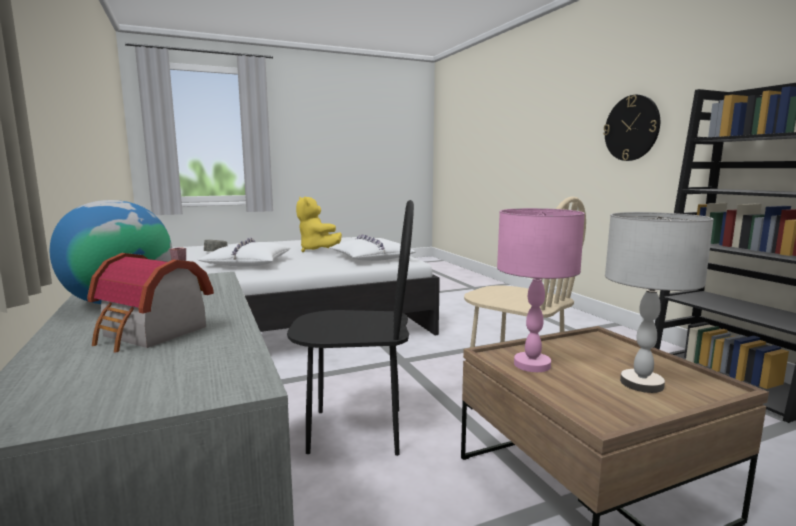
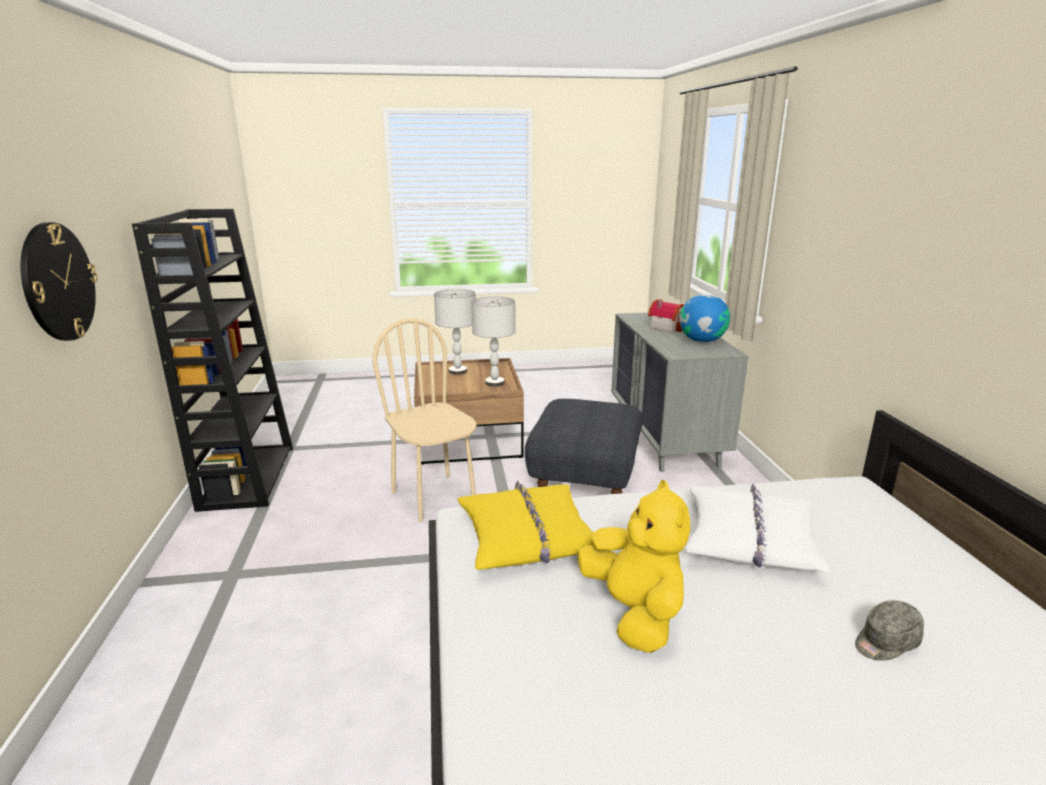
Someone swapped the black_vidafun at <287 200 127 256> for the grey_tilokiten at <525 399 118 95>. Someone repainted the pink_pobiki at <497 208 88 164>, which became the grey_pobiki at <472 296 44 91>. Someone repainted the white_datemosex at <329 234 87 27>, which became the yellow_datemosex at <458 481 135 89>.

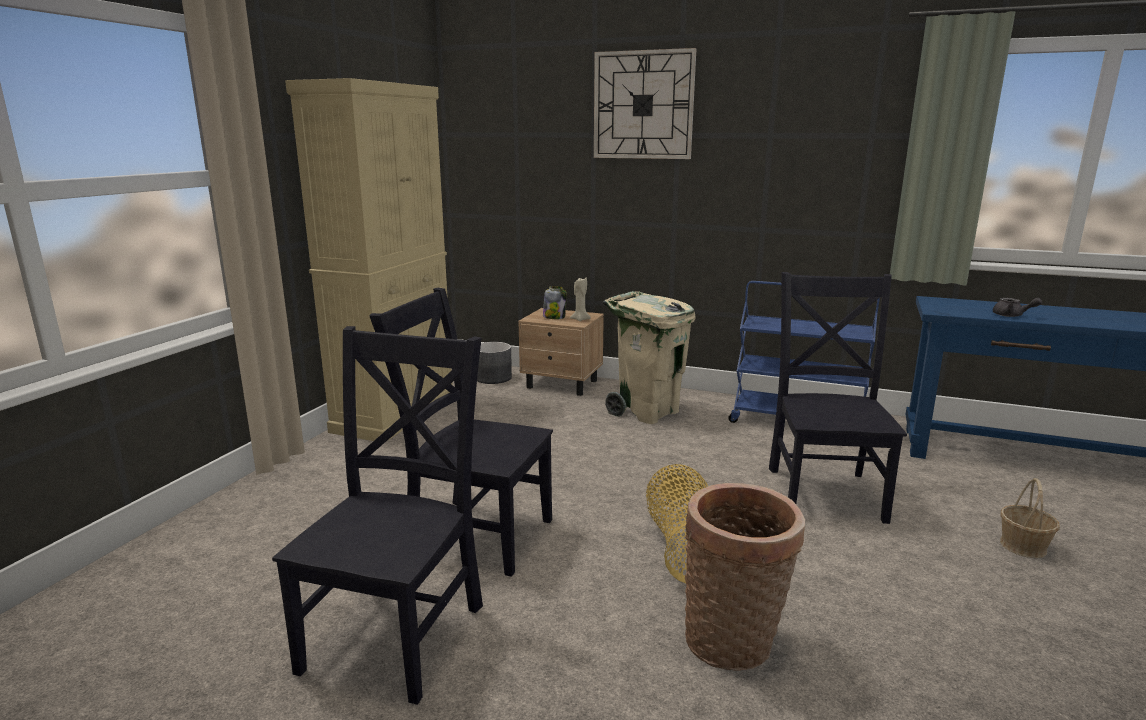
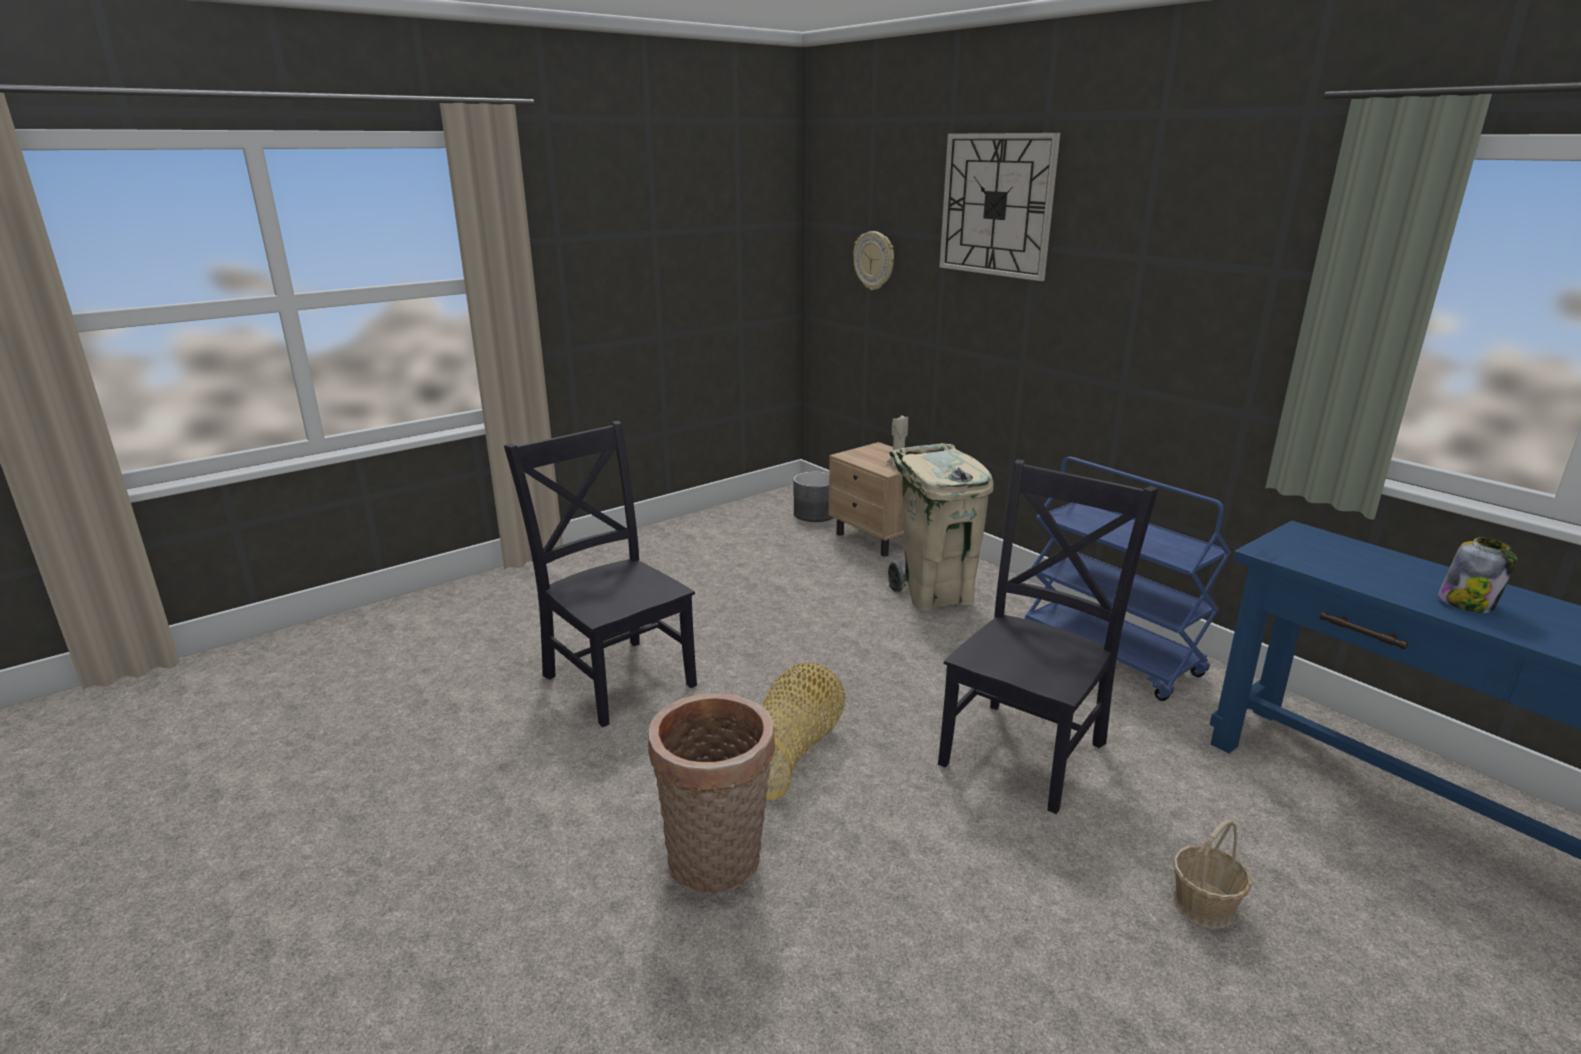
Someone took away the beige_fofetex at <285 78 168 363>. Someone carried the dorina from <543 286 24 33> to <1438 537 79 76>. Someone took away the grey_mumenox at <993 298 49 19>. Someone took away the black_vidafun at <272 326 211 379>. Someone put up the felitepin at <853 231 41 59>.

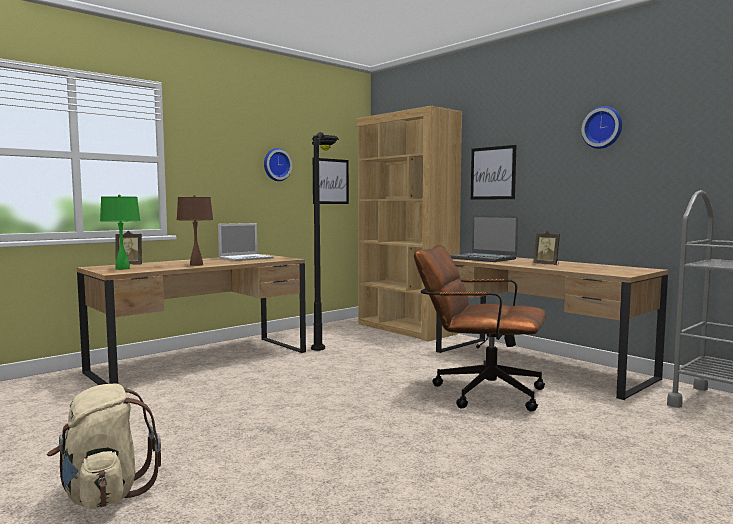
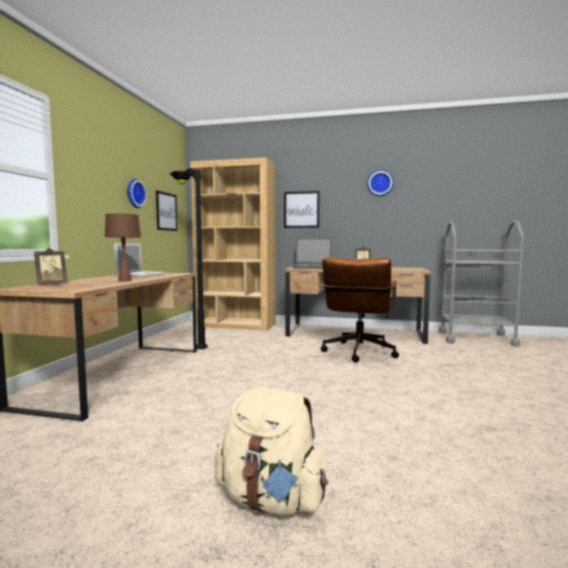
Someone took away the green_pobiki at <100 195 41 75>. Someone rotated the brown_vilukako at <414 245 132 167> by 60 degrees counterclockwise.

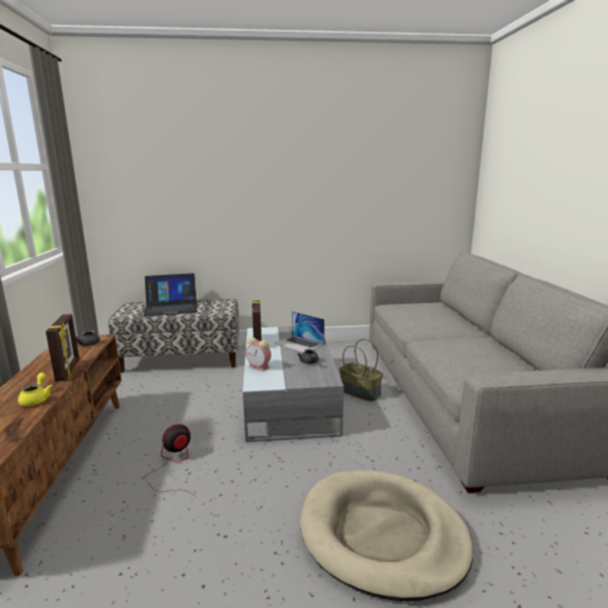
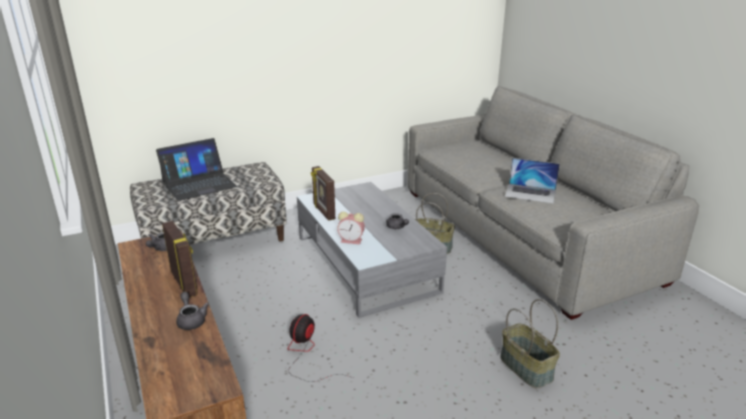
Someone carried the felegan from <275 311 50 41> to <505 158 55 45>. Someone repainted the yellow_mumenox at <18 373 35 33>, which became the grey_mumenox at <176 292 33 38>. Someone swapped the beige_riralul at <300 470 173 132> for the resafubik at <500 299 60 89>.

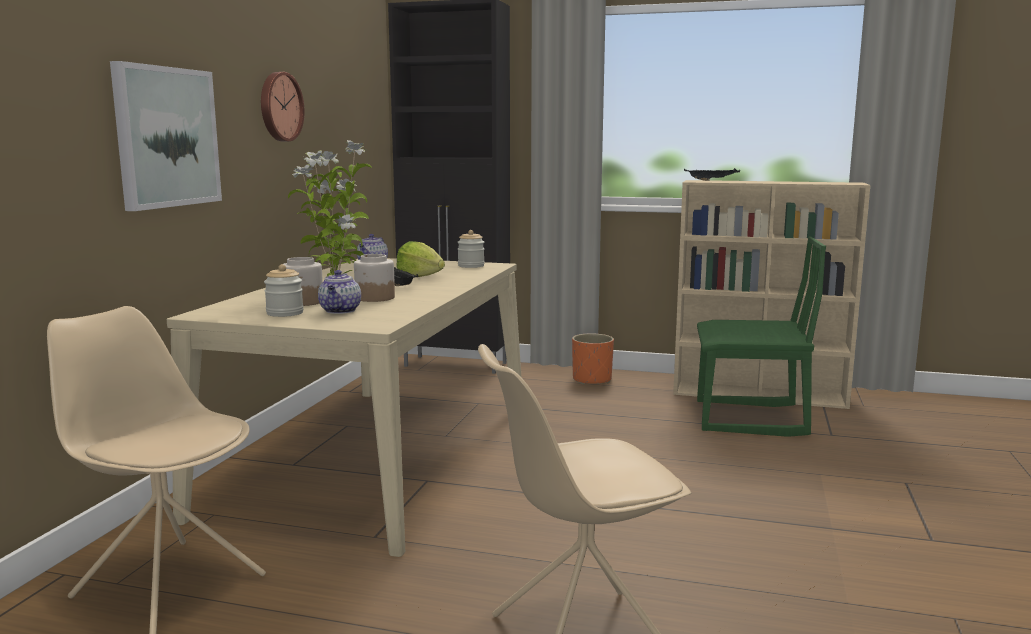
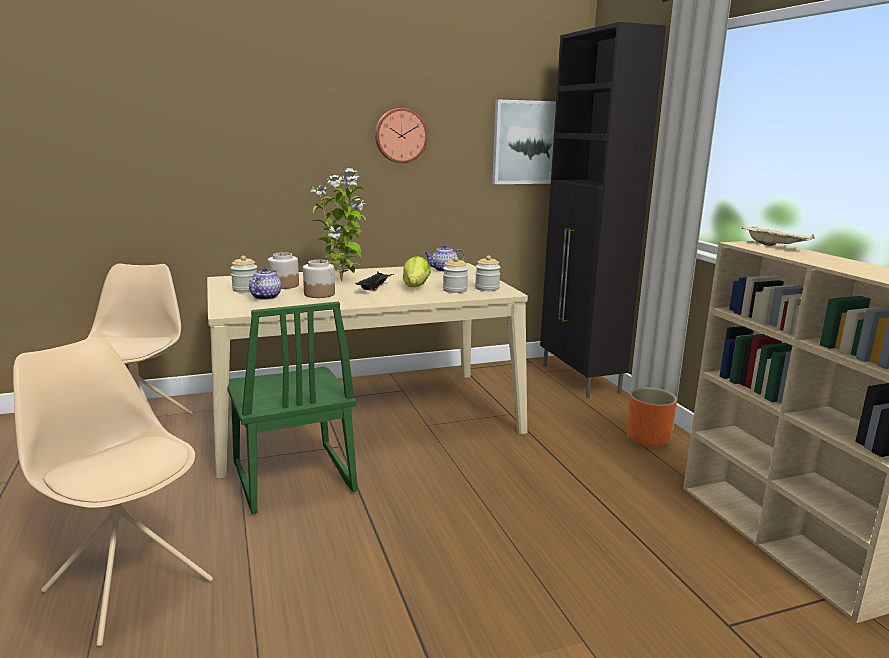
Someone carried the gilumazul from <110 61 112 150> to <492 100 64 84>. Someone repainted the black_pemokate at <684 168 56 13>, which became the beige_pemokate at <742 226 73 20>. Someone carried the green_vidafun from <697 236 129 201> to <227 302 131 212>. Someone rotated the mumenox at <318 270 43 44> by 135 degrees clockwise. Someone put down the dorina at <443 257 25 36>.

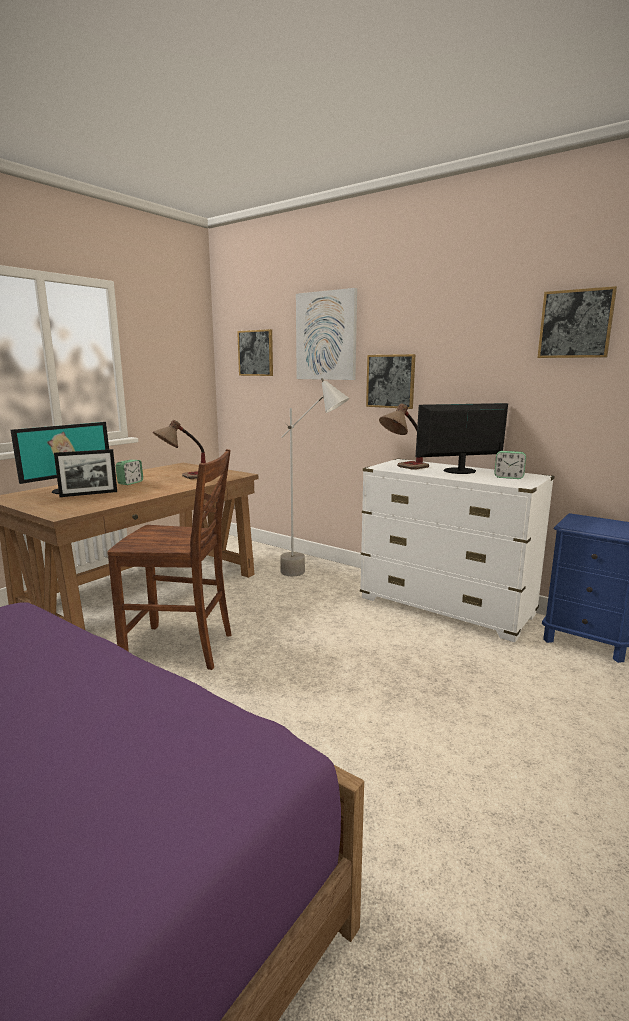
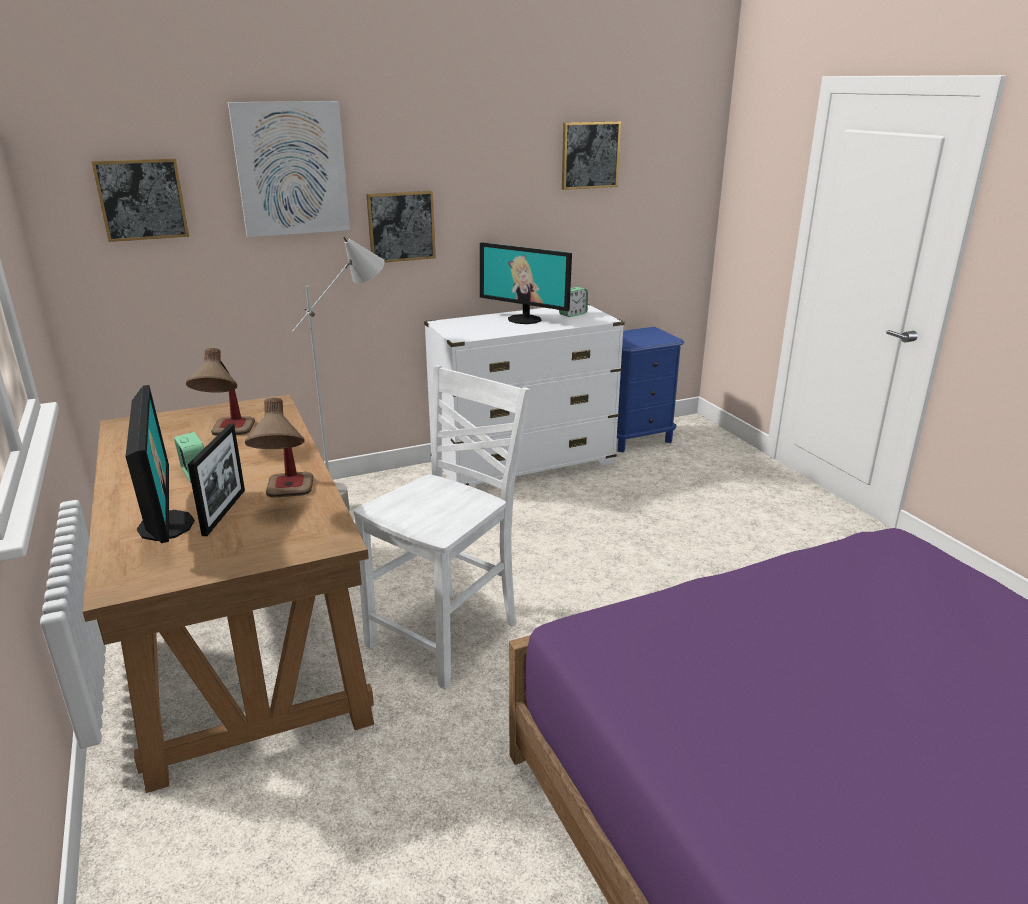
Someone carried the pobiki from <379 403 50 67> to <245 398 68 100>. Someone rotated the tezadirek at <415 403 93 71> by 75 degrees counterclockwise. Someone repainted the brown_vidafun at <107 449 124 221>, which became the white_vidafun at <353 365 177 325>.

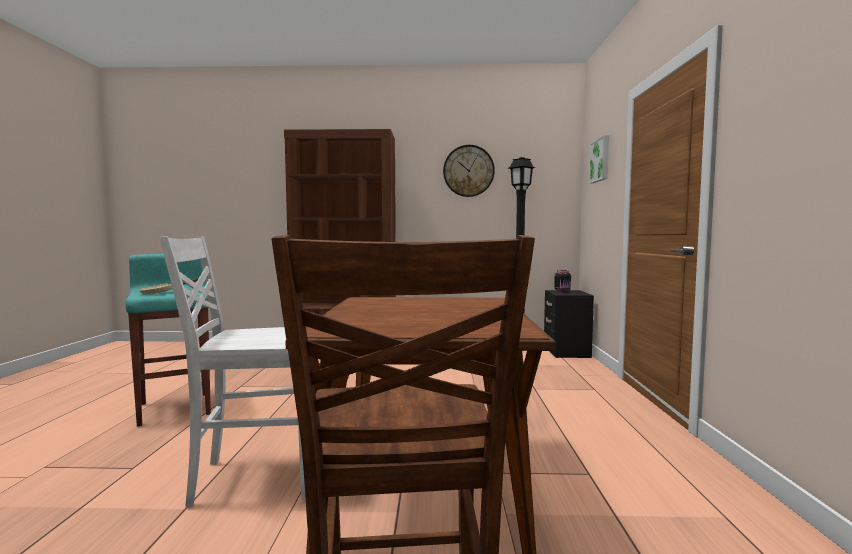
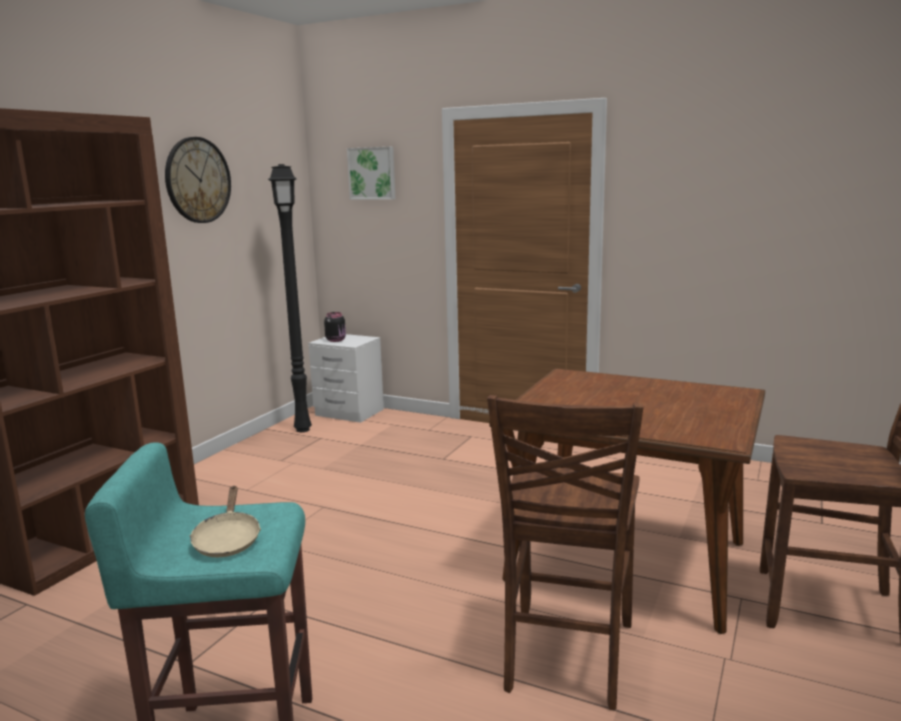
Someone repainted the white_vidafun at <160 236 146 272>, which became the brown_vidafun at <487 395 156 315>. Someone repainted the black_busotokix at <544 290 50 68>, which became the white_busotokix at <308 334 76 89>.

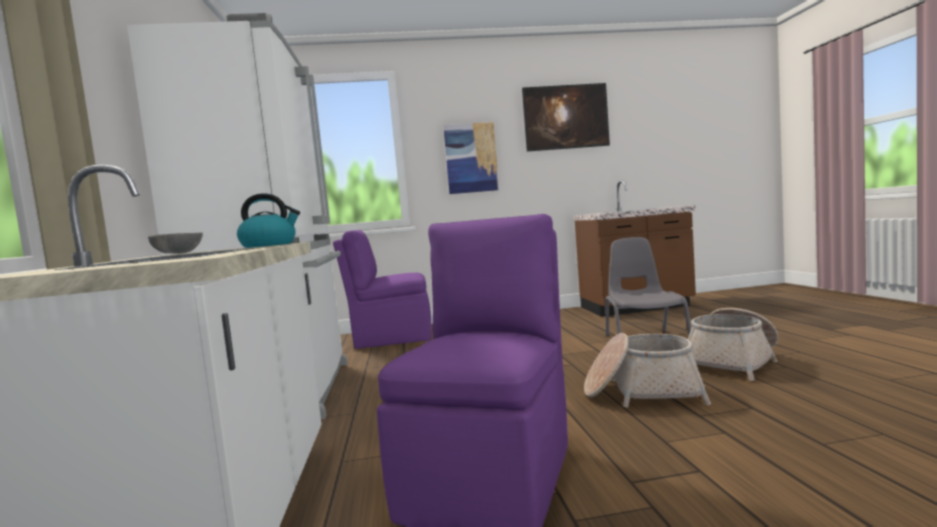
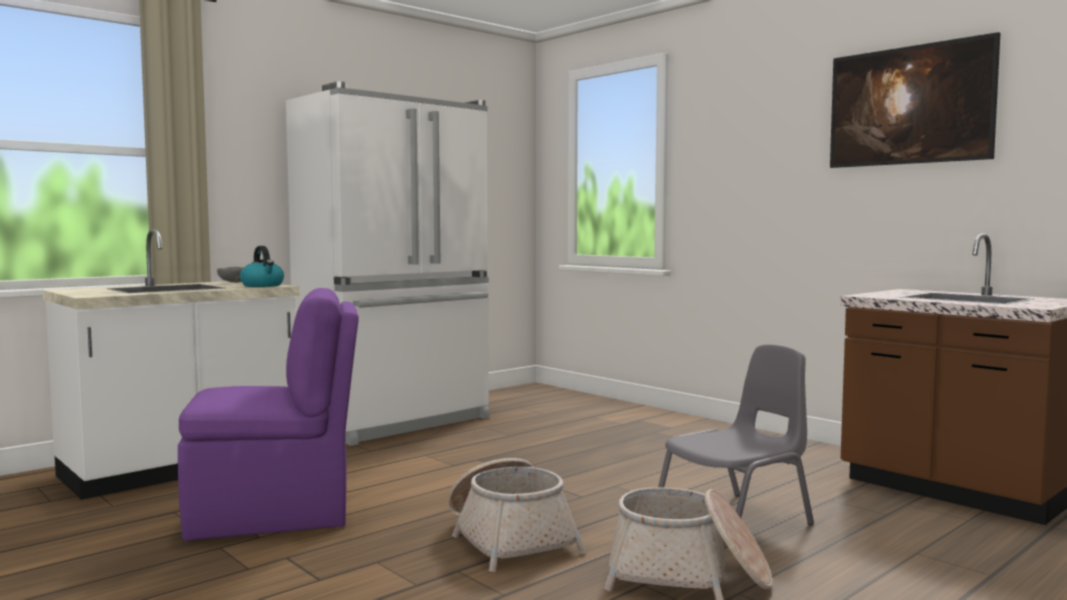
Someone took away the gilumazul at <443 122 56 72>. Someone took away the purple_vidafun at <333 230 98 119>.

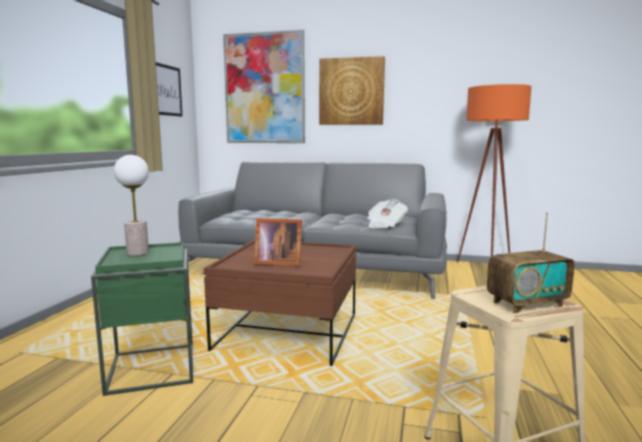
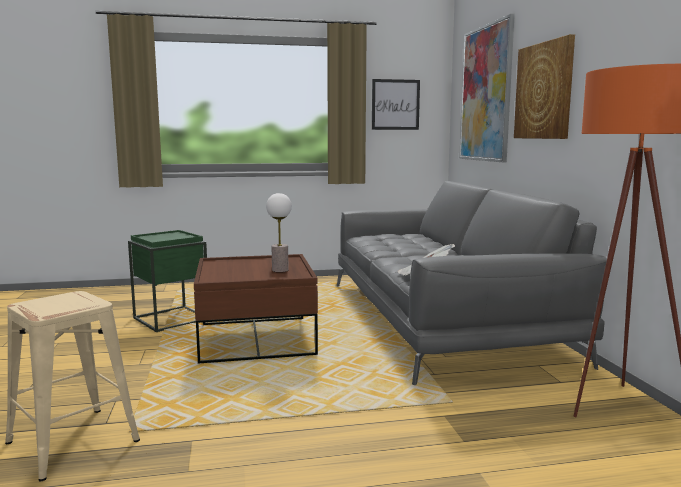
Someone carried the pobiki from <114 155 35 101> to <266 193 26 79>. Someone took away the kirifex at <487 213 88 101>. Someone took away the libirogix at <254 218 48 48>.

